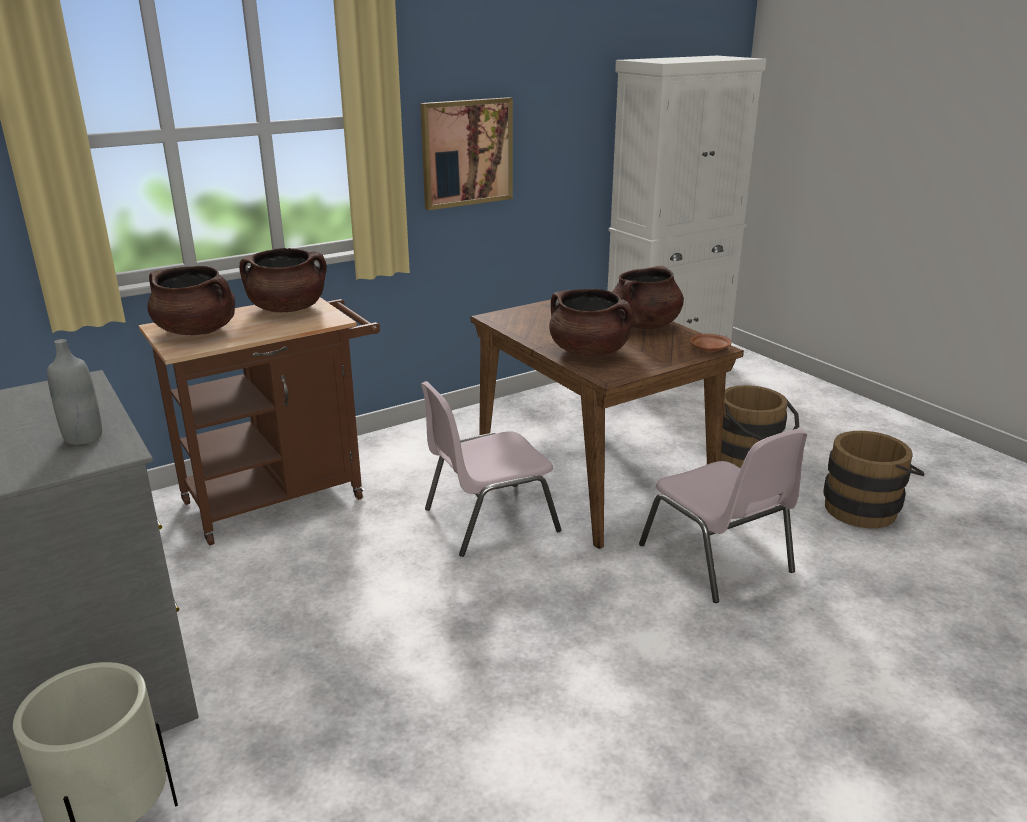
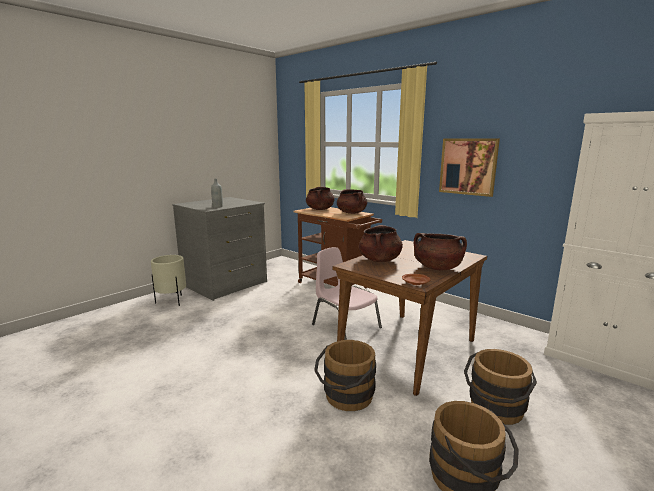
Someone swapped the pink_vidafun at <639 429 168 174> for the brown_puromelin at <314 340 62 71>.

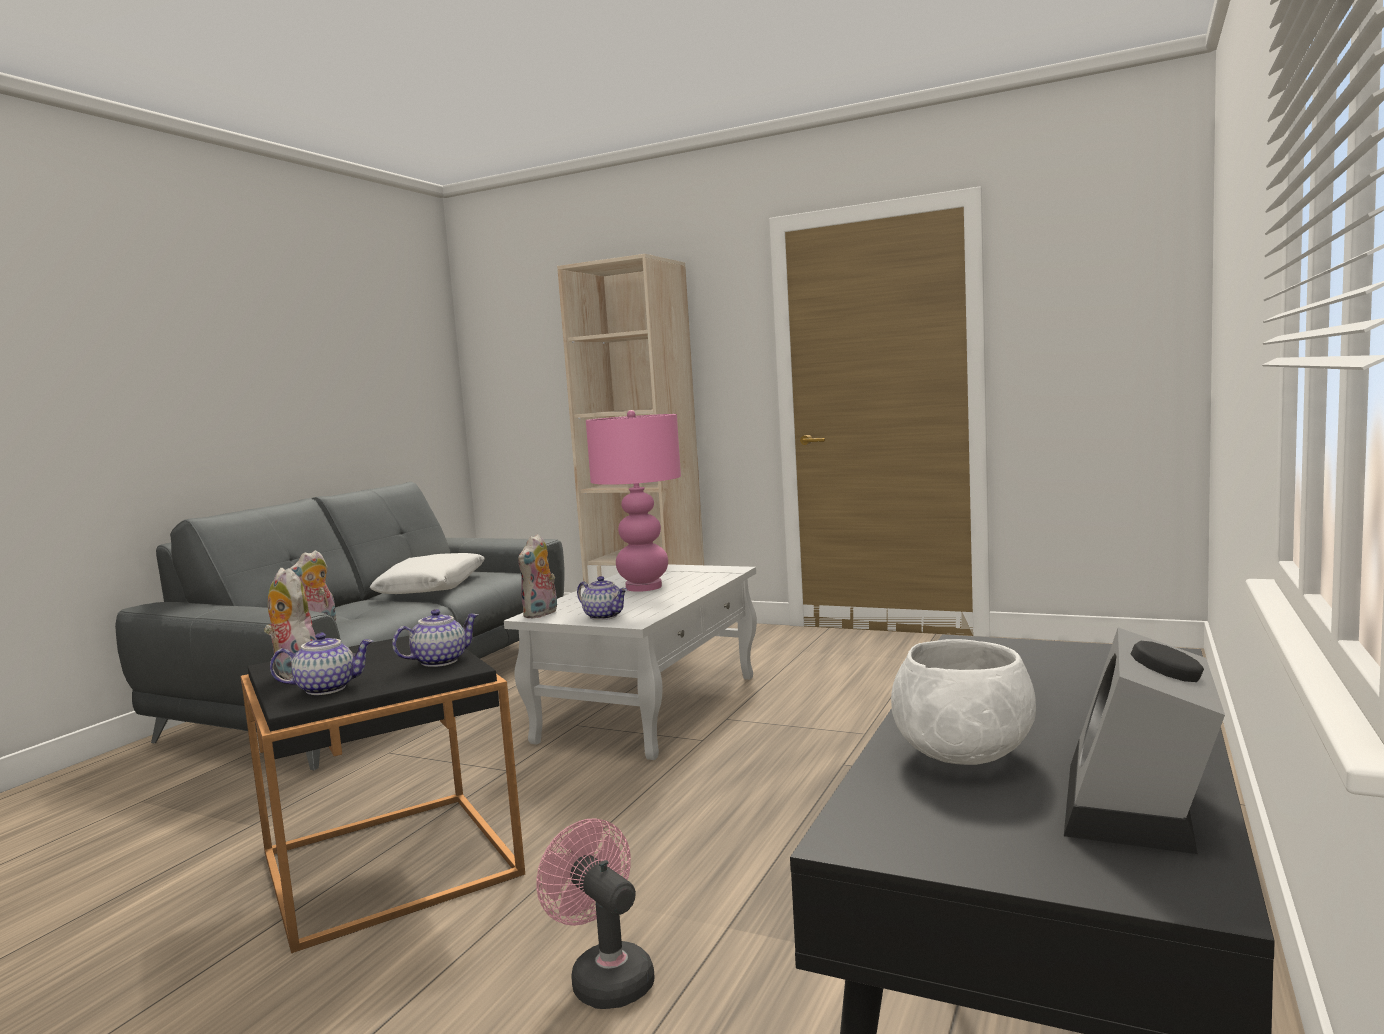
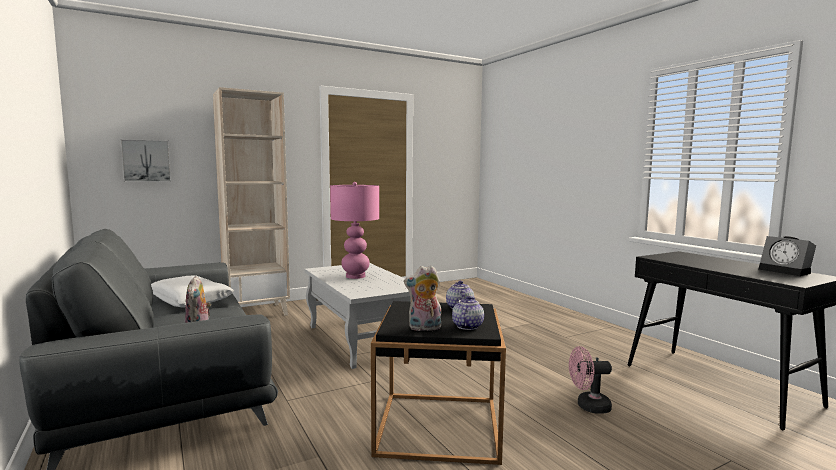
Someone took away the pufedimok at <518 534 39 84>. Someone took away the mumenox at <577 576 50 44>. Someone took away the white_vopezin at <891 639 145 126>. Someone put up the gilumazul at <120 139 51 43>.

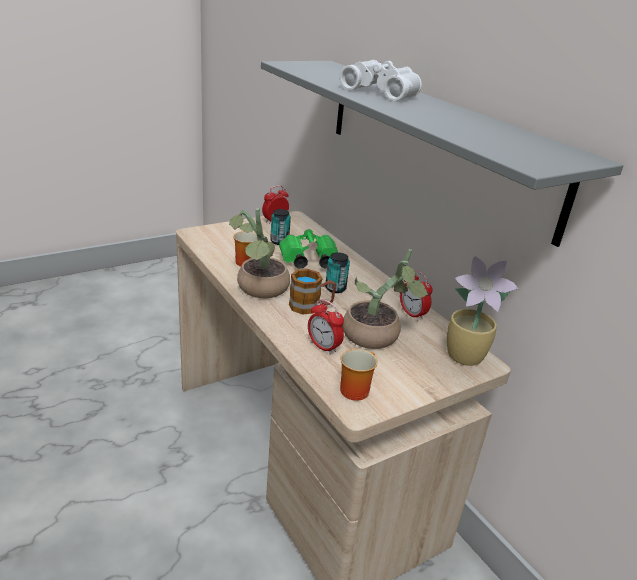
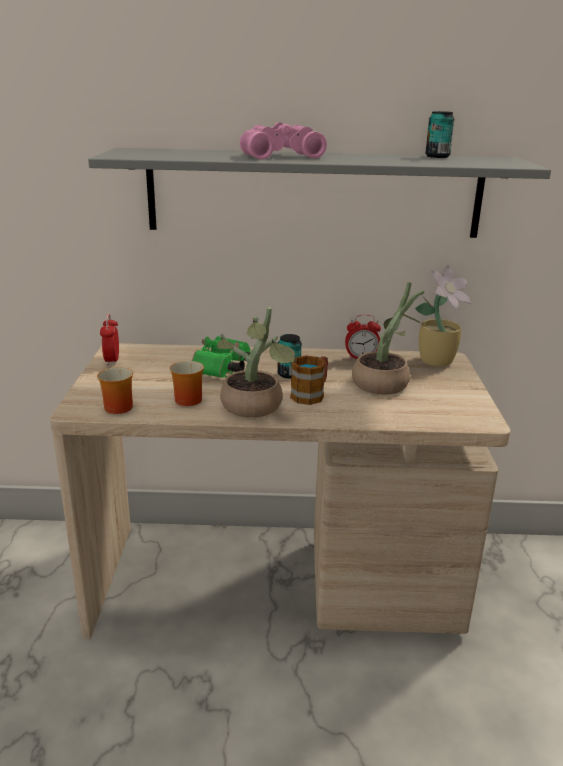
Someone repainted the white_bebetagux at <339 60 83 41>, which became the pink_bebetagux at <240 122 87 37>. Someone carried the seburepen from <270 209 21 36> to <425 111 30 47>. Someone took away the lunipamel at <308 299 36 56>. Someone carried the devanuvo from <340 349 38 52> to <97 367 36 47>.

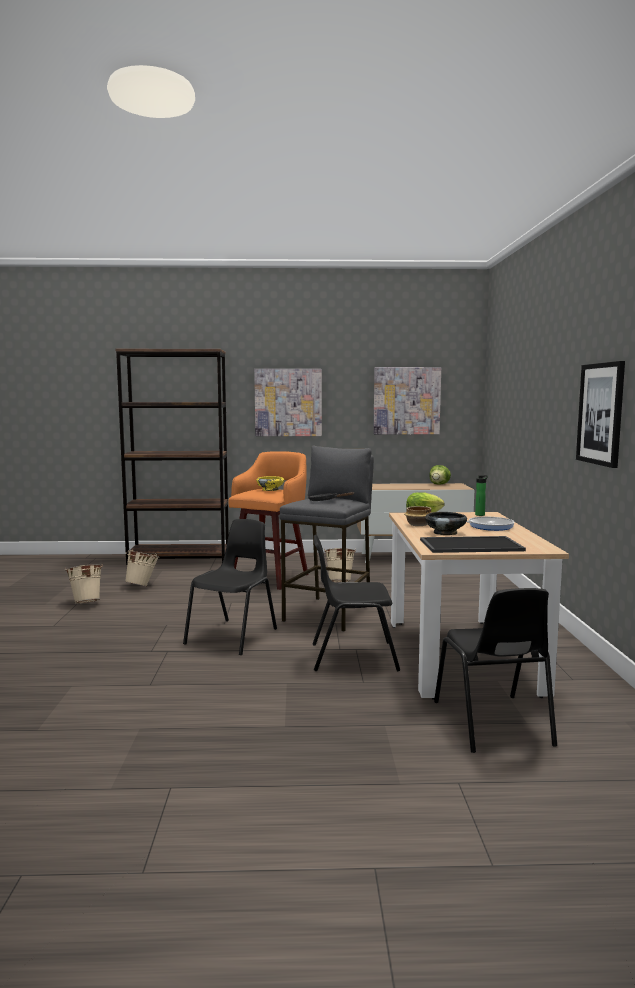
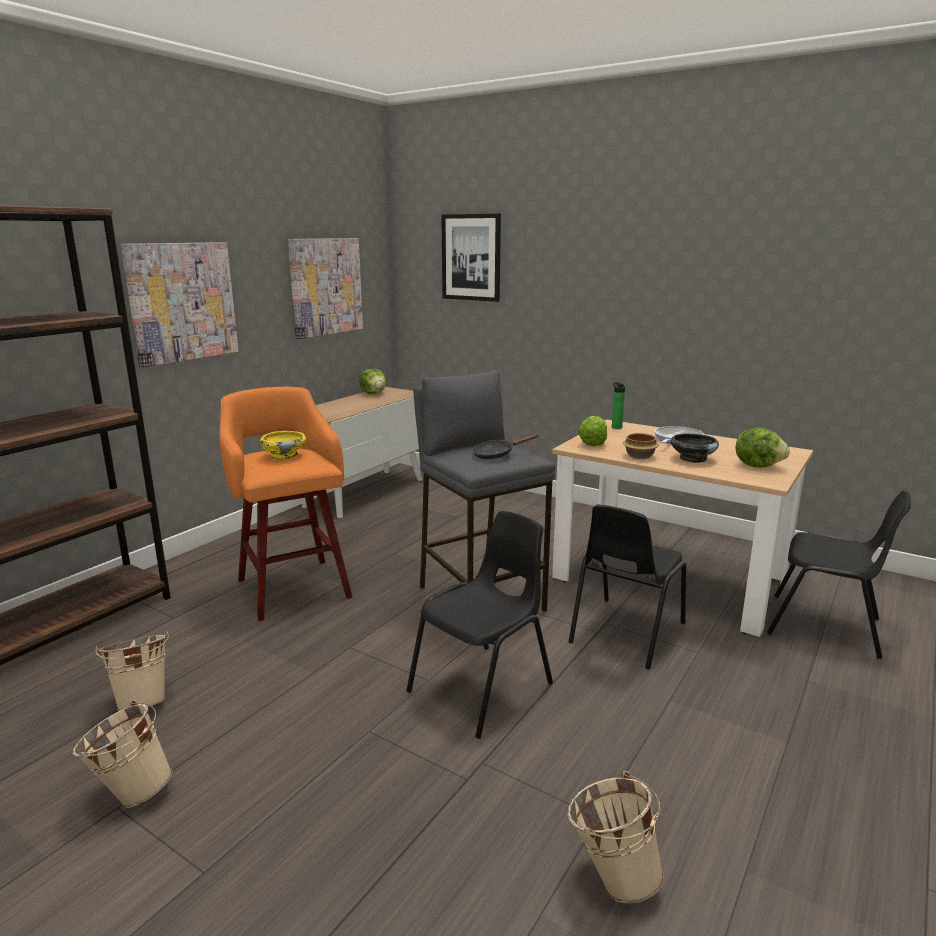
Someone carried the gilumazul from <576 361 49 107> to <441 214 60 88>. Someone rotated the black_vidafun at <183 519 94 136> by 75 degrees clockwise. Someone swapped the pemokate at <420 536 106 17> for the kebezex at <736 428 54 39>. Someone carried the beige_puromelin from <324 548 32 34> to <567 771 97 133>.

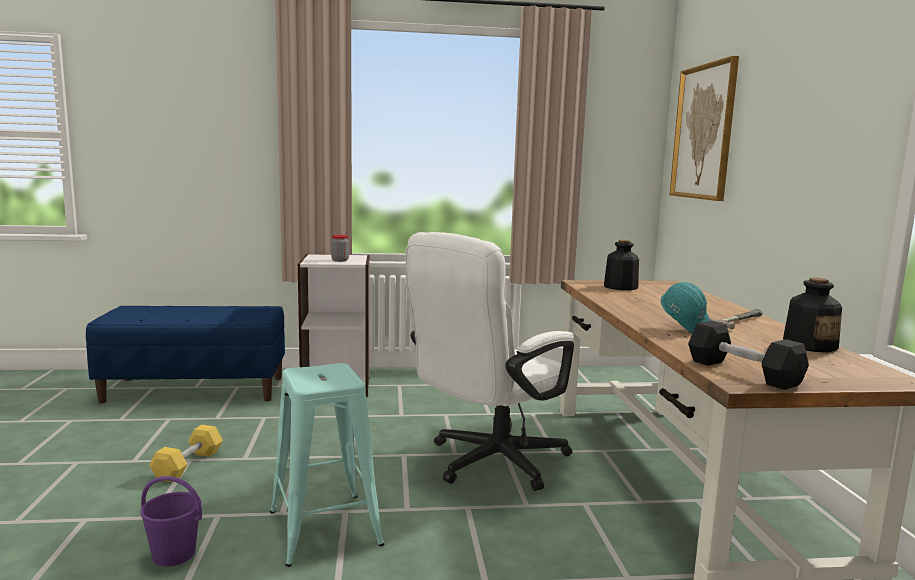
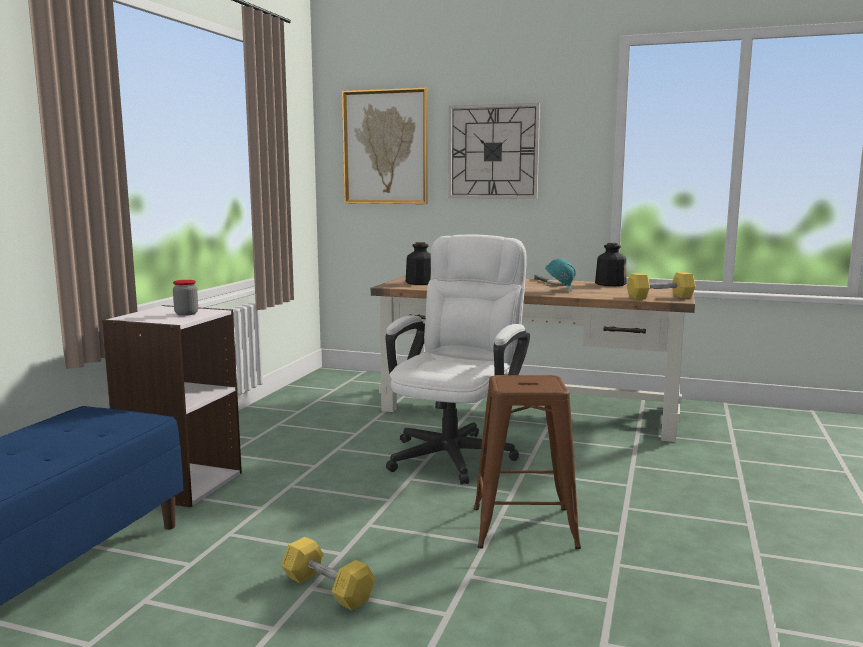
Someone rotated the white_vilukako at <406 232 168 259> by 135 degrees counterclockwise. Someone repainted the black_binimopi at <688 321 121 69>, which became the yellow_binimopi at <627 272 69 27>. Someone repainted the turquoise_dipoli at <270 363 114 204>, which became the brown_dipoli at <474 375 107 174>. Someone took away the purple_puromelin at <140 476 62 91>. Someone put up the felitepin at <448 103 92 96>.

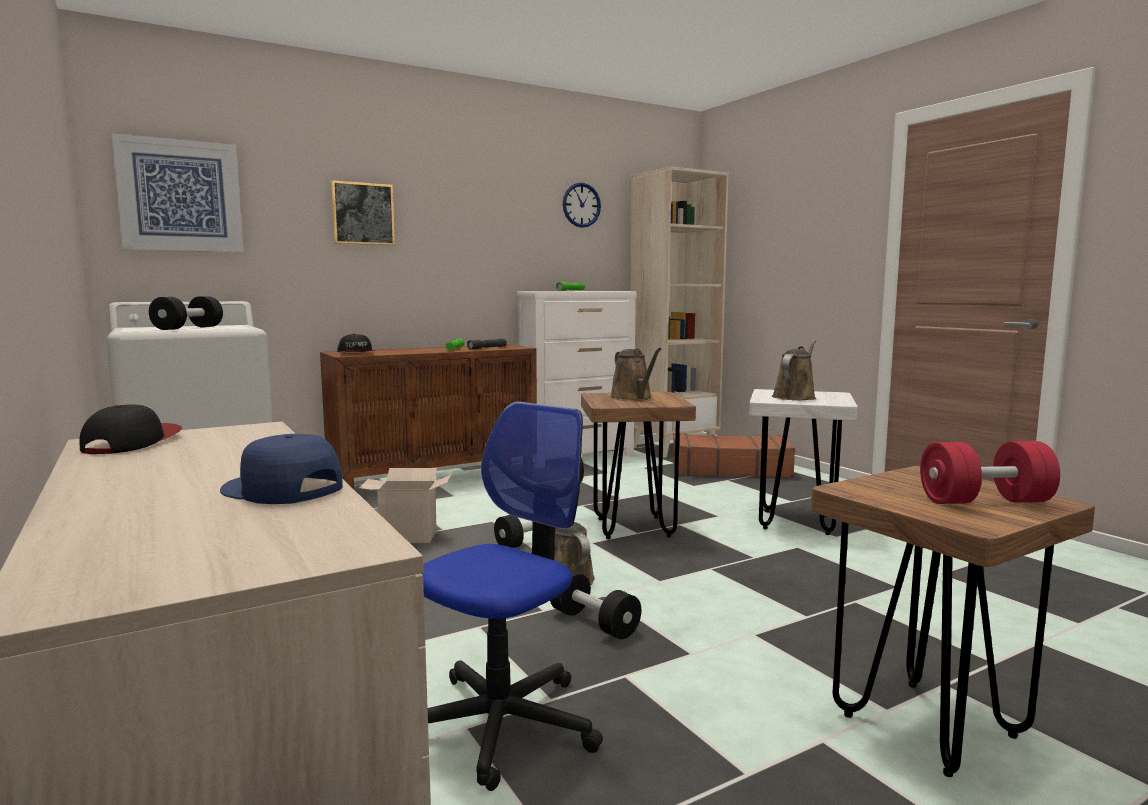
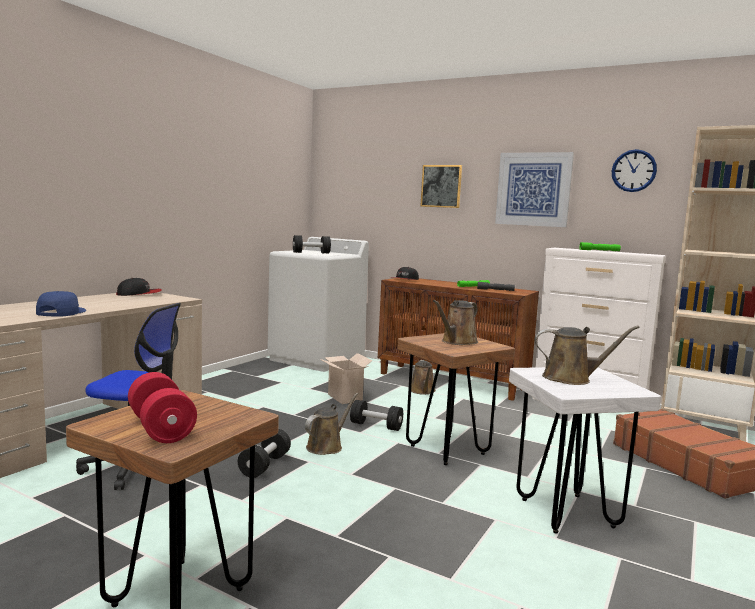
Someone carried the gilumazul from <112 133 132 119> to <495 152 79 75>. Someone put down the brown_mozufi at <411 360 25 35>.

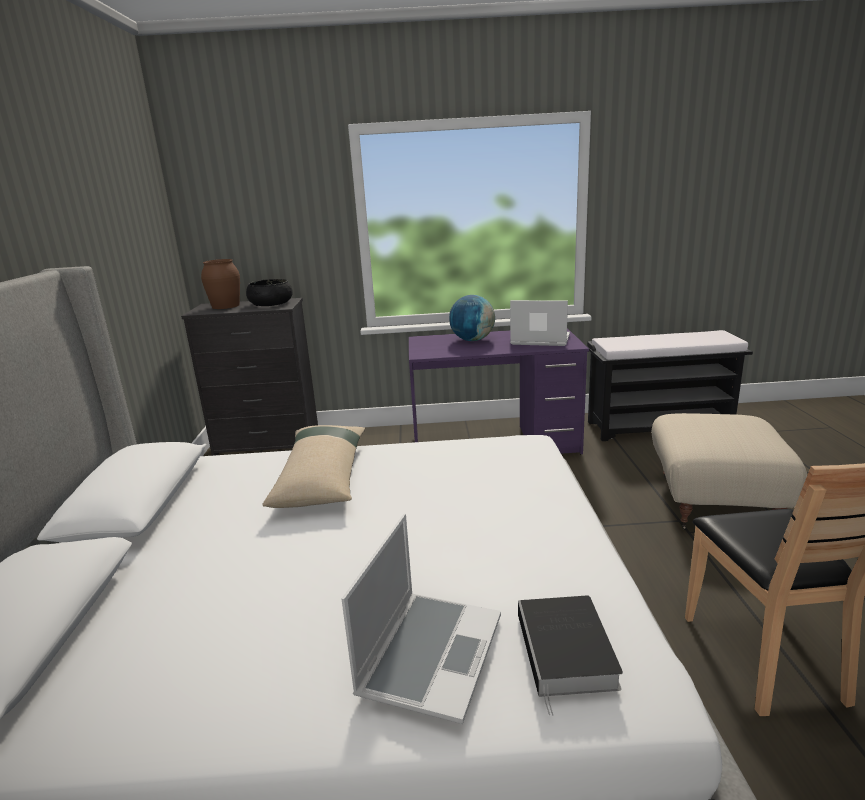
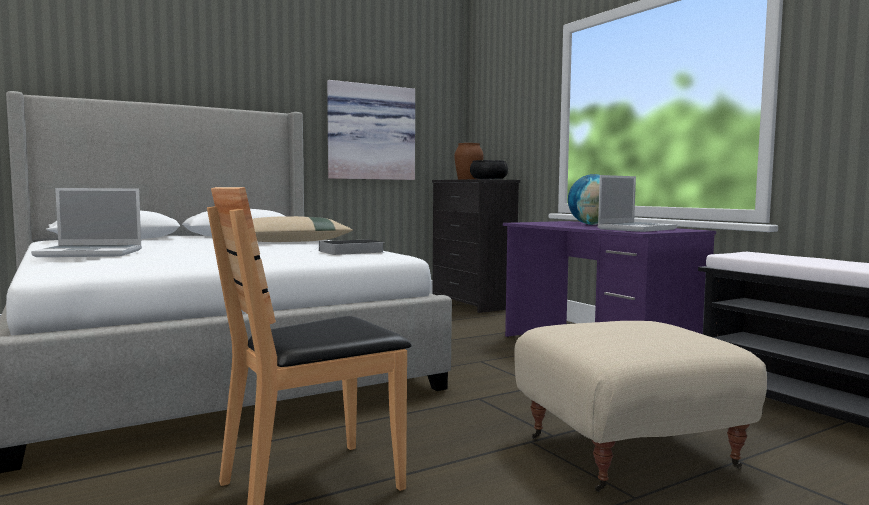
Someone rotated the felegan at <510 300 60 46> by 60 degrees clockwise. Someone carried the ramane from <518 595 105 121> to <310 239 73 16>. Someone put up the gilumazul at <327 80 88 100>.

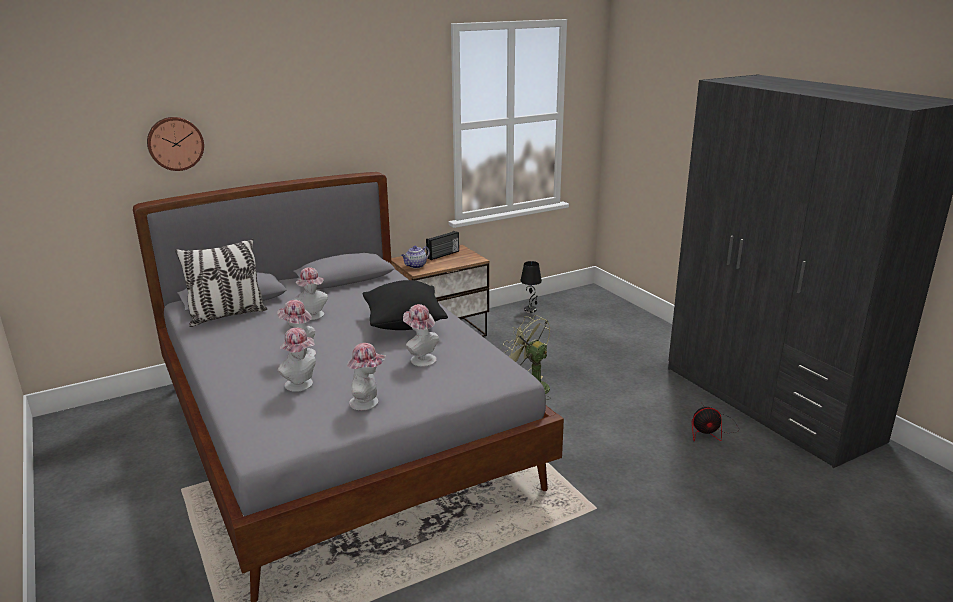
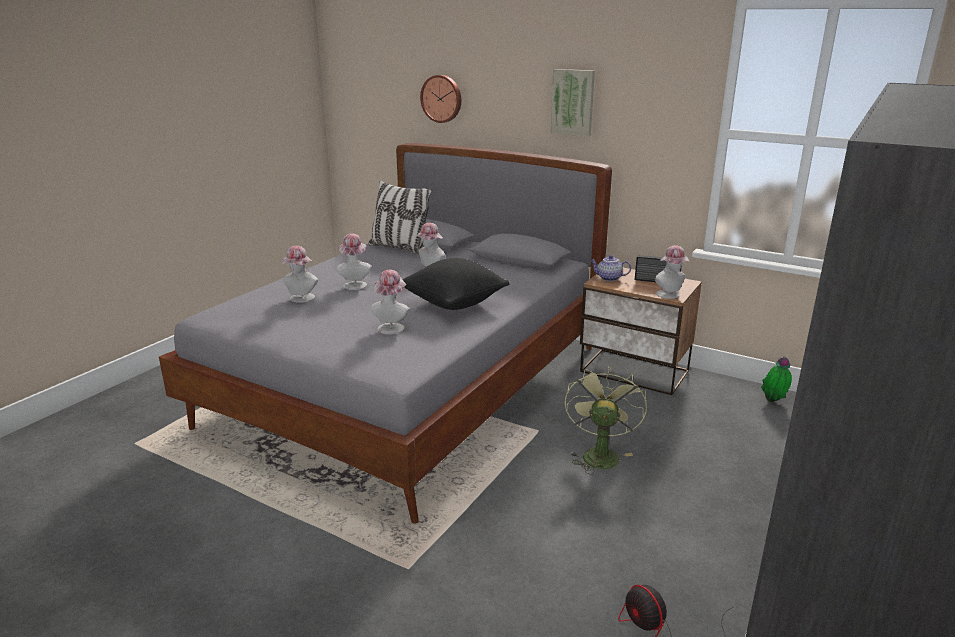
Someone swapped the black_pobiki at <520 261 22 52> for the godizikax at <761 357 31 45>. Someone carried the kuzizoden from <347 343 39 67> to <655 245 34 54>. Someone put up the gilumazul at <551 69 44 68>.

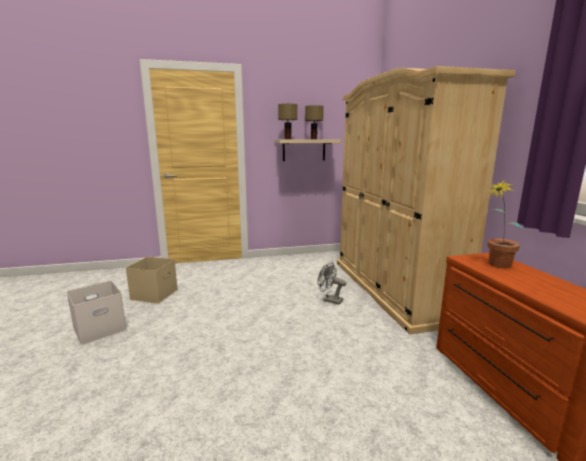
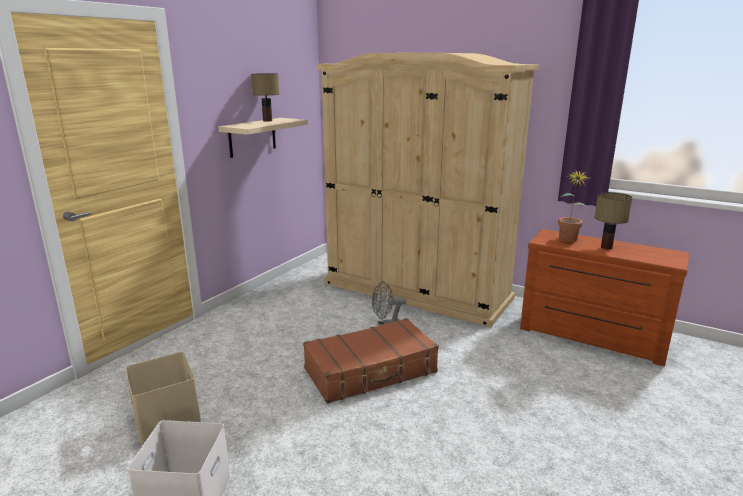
Someone carried the pobiki from <278 104 19 35> to <594 192 38 58>. Someone put down the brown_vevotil at <303 318 136 86>.

